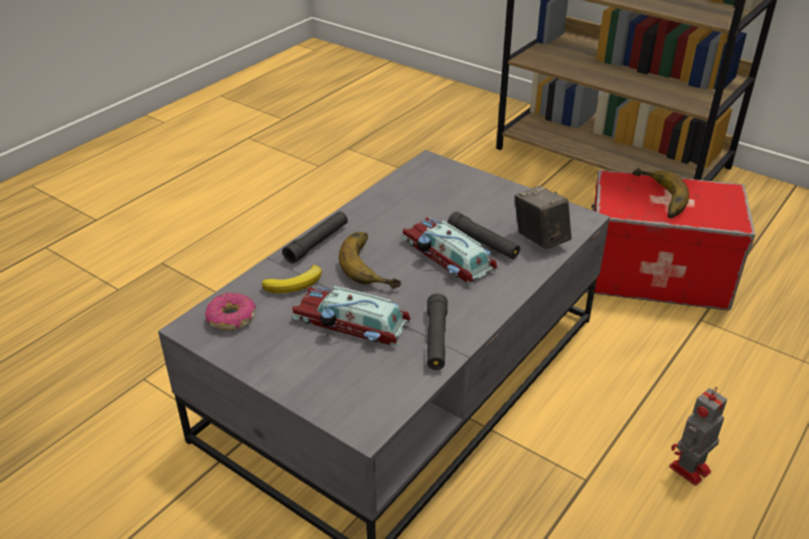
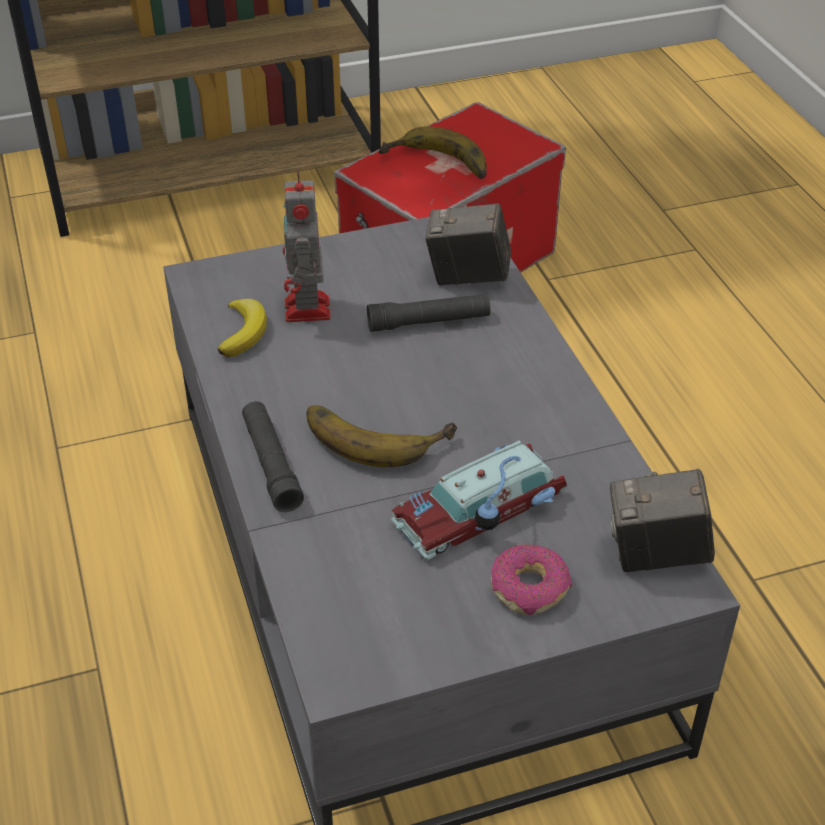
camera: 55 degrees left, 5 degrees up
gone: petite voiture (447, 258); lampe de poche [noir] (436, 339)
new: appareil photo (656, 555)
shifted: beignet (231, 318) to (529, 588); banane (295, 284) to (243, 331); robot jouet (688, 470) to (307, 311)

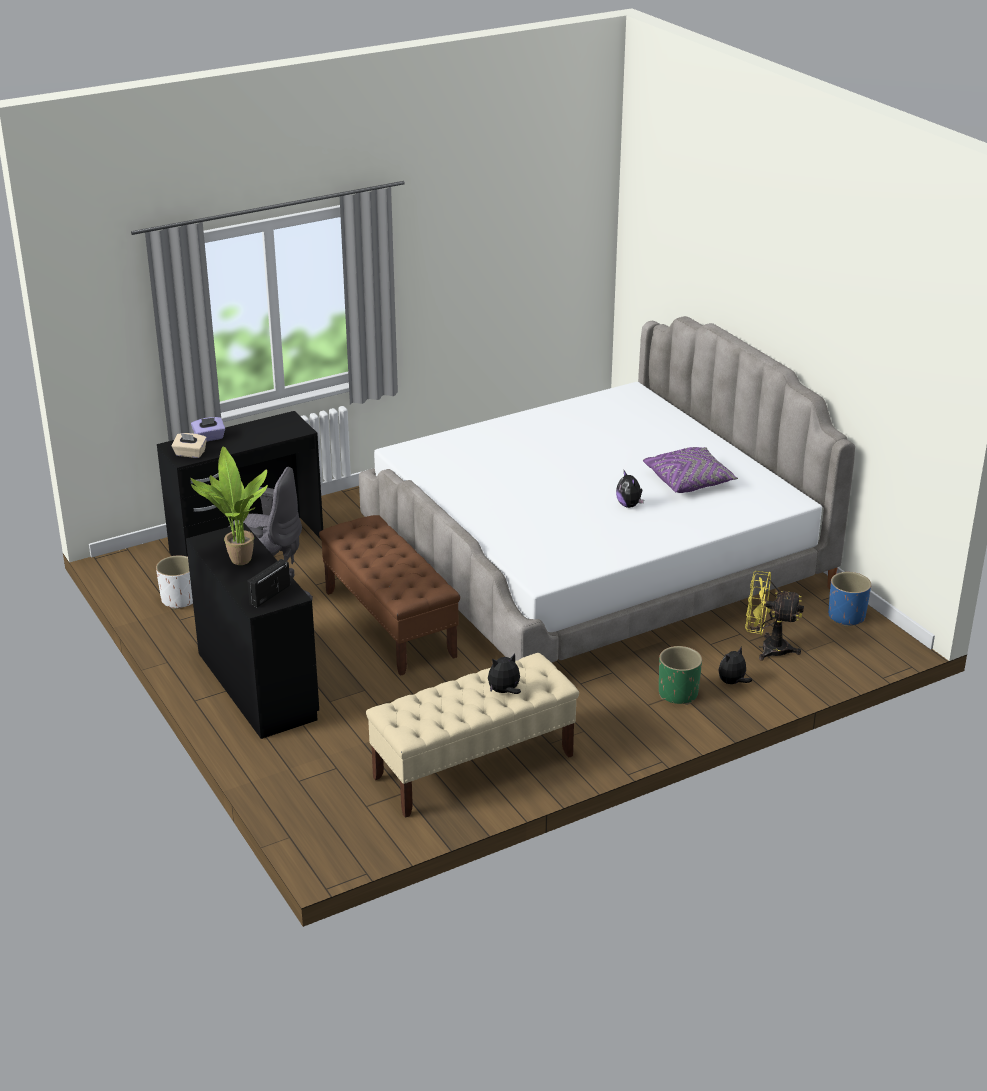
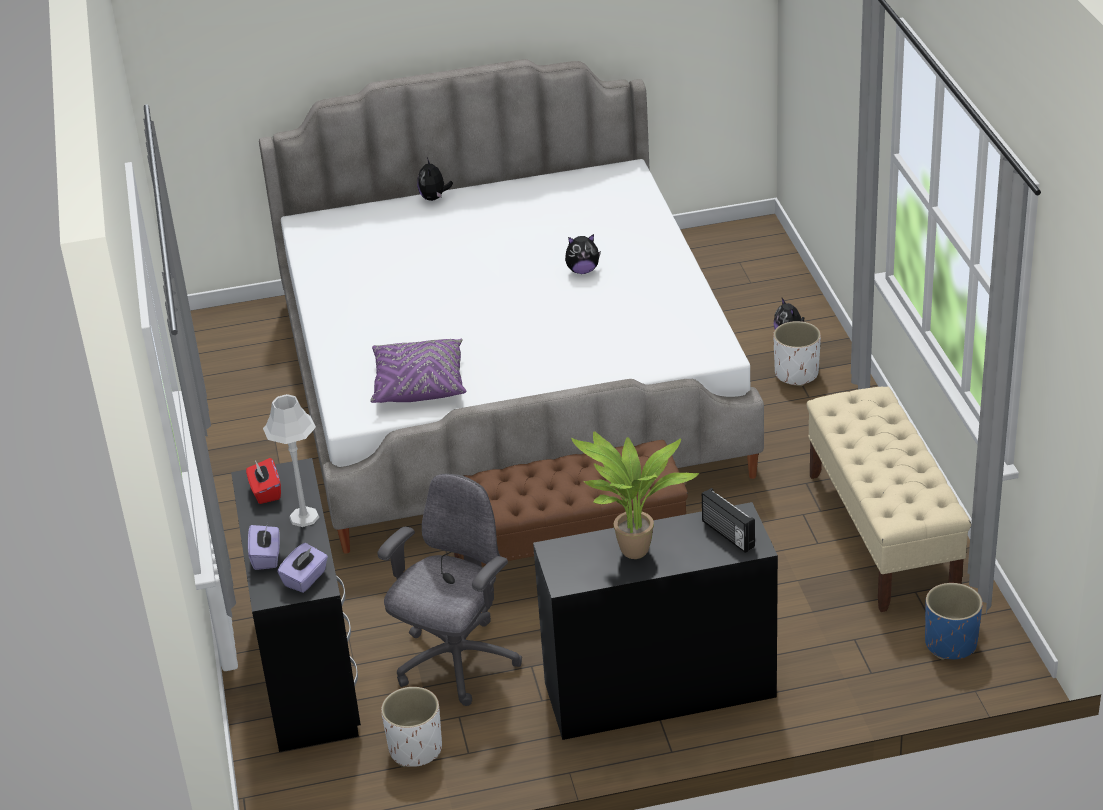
camera: 70 degrees left, 5 degrees up
gone: ventilateur [jaune] (767, 648)
new: boîte à mouchoirs [rouge] (265, 492); lampe de table [gris] (304, 517)
shifted: peluche (504, 692) to (434, 198); coussin [violet] (689, 481) to (419, 384); cache-pot [bleu] (846, 616) to (951, 644)
repainted: boîte à mouchoirs [beige] (190, 454) to boîte à mouchoirs [violet] (305, 579); cache-pot [vert] (678, 694) to cache-pot [blanc] (796, 374)

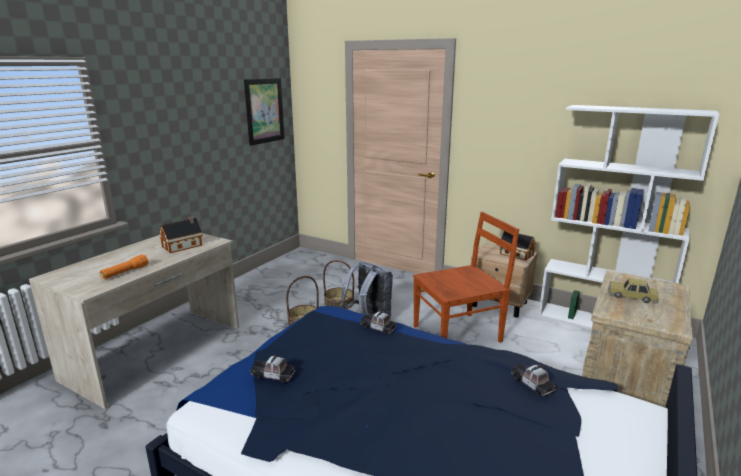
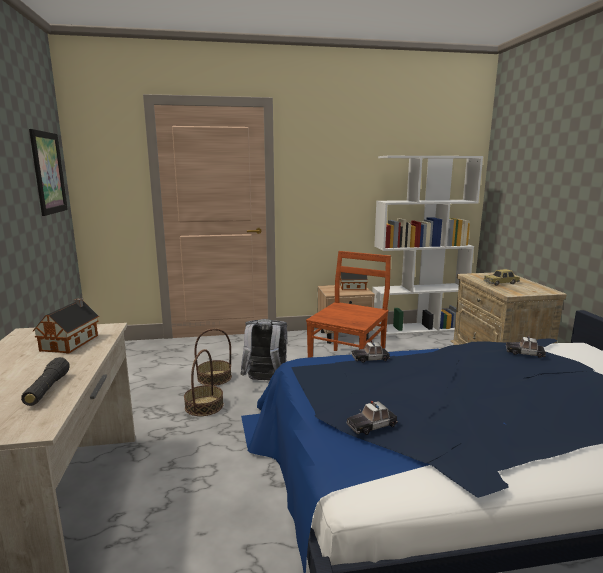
camera: 40 degrees left, 5 degrees down
repainted: lampe de poche [orange] (125, 272) to lampe de poche [noir] (47, 389)

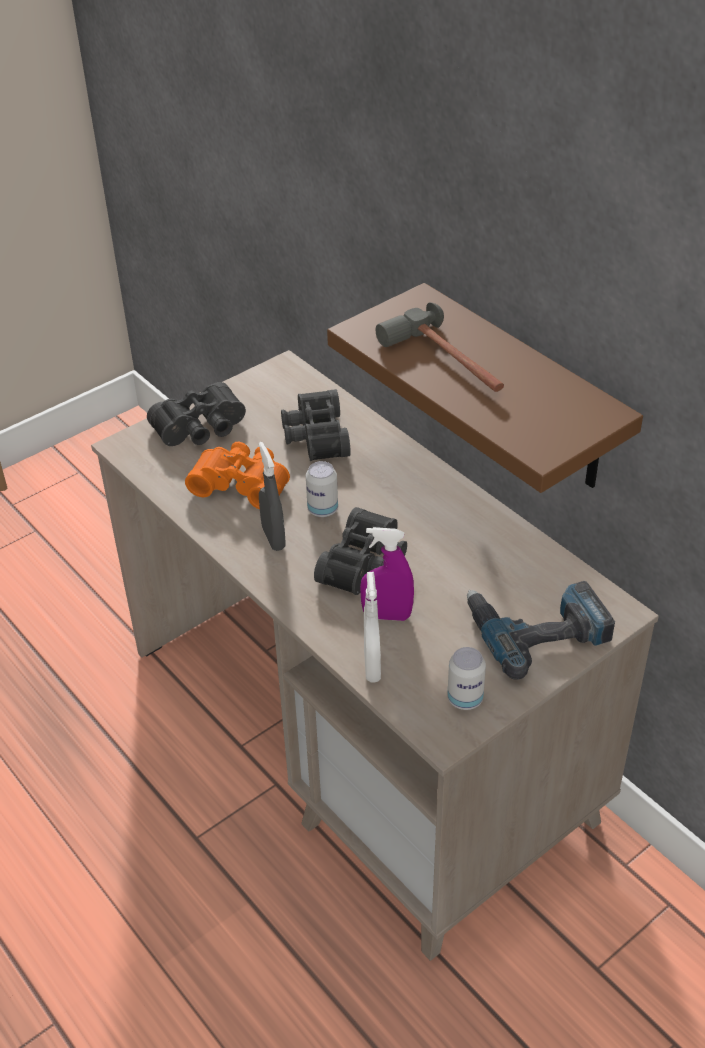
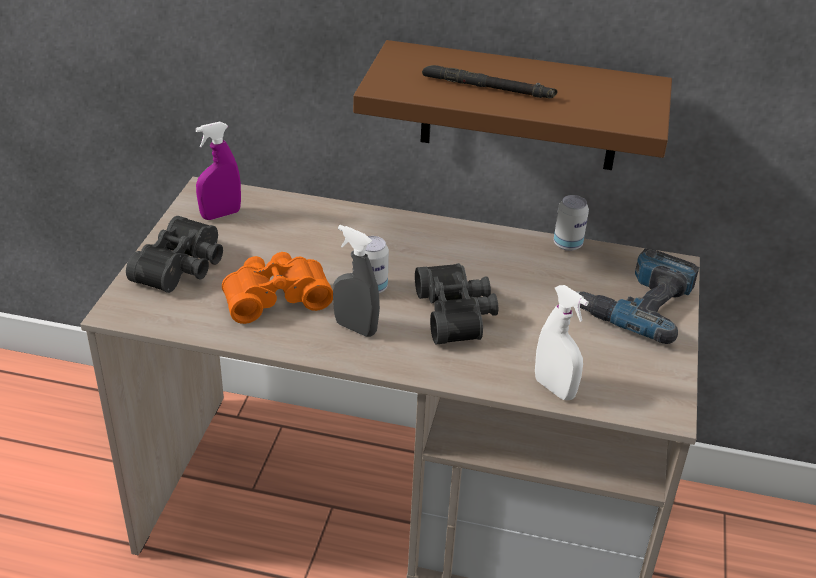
camera: 40 degrees left, 5 degrees down
gone: jumelles [noir] (314, 436)
shifted: vaporisateur [violet] (387, 616) to (221, 214); boîte métallique (465, 699) to (567, 244)
swapped: marteau (447, 363) to lampe de poche [noir] (488, 88)

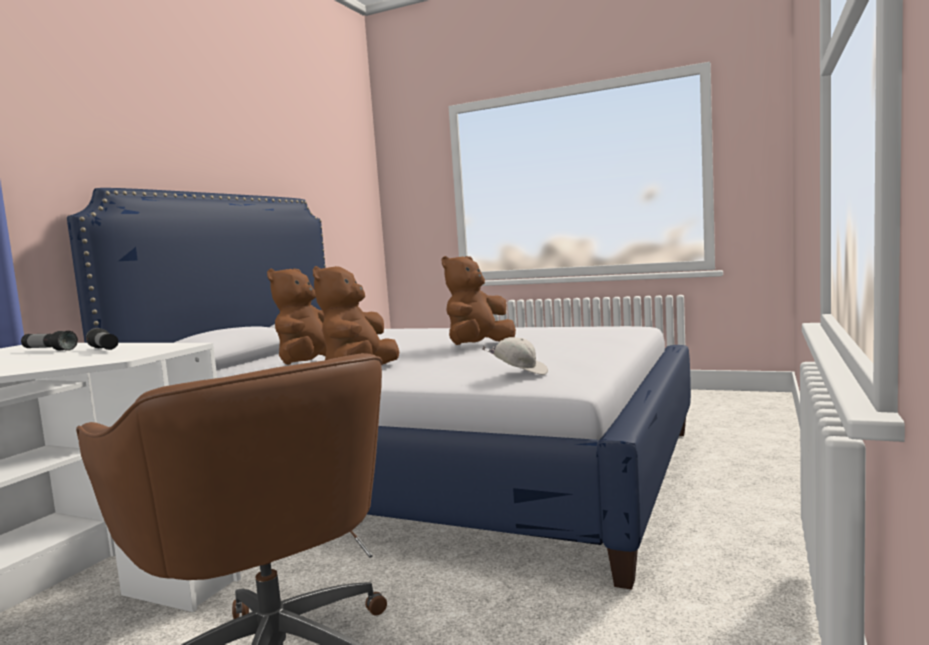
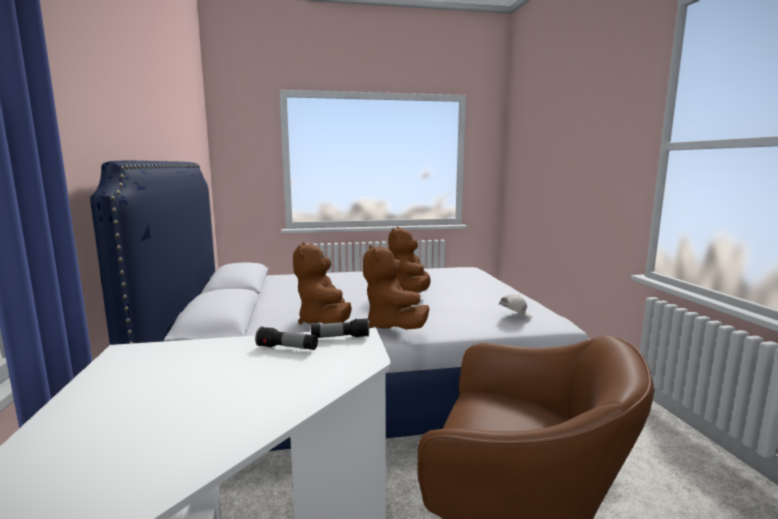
camera: 35 degrees left, 5 degrees up
shifted: lampe de poche (49, 350) to (340, 338)

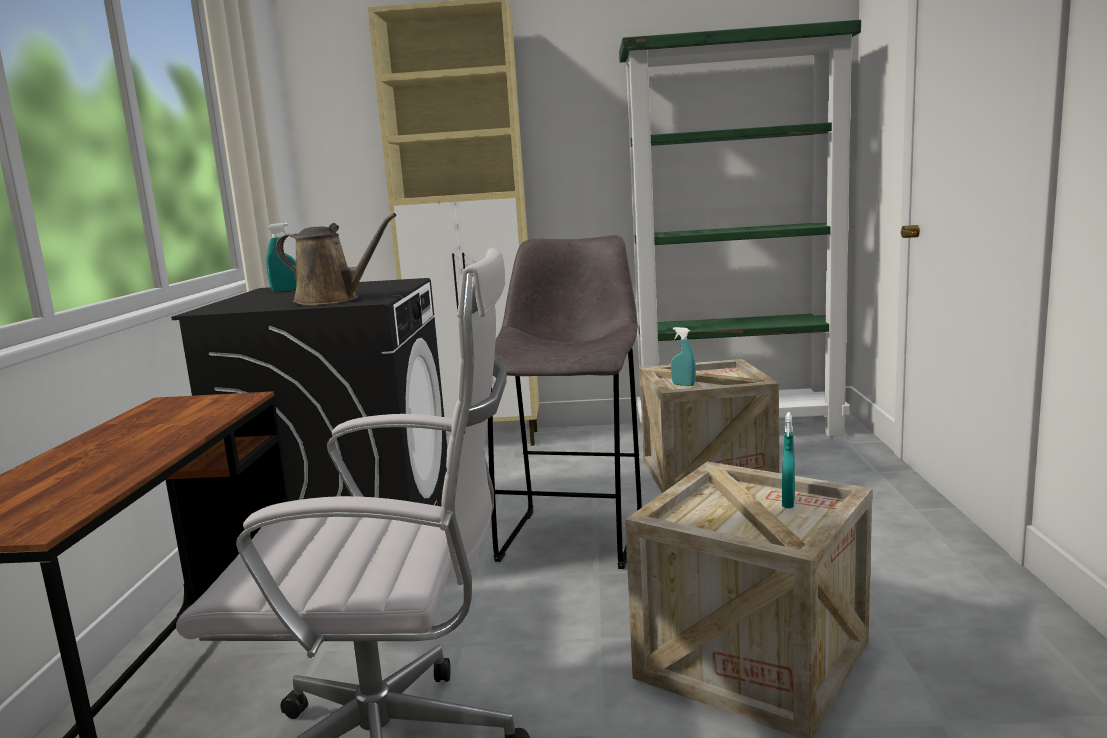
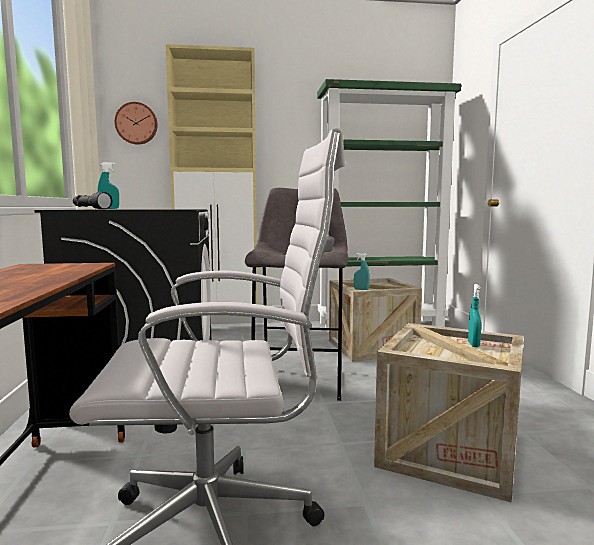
camera: 10 degrees left, 5 degrees down
gone: arrosoir [marron] (332, 300)
new: lampe de poche [noir] (90, 209); horloge murale (136, 123)

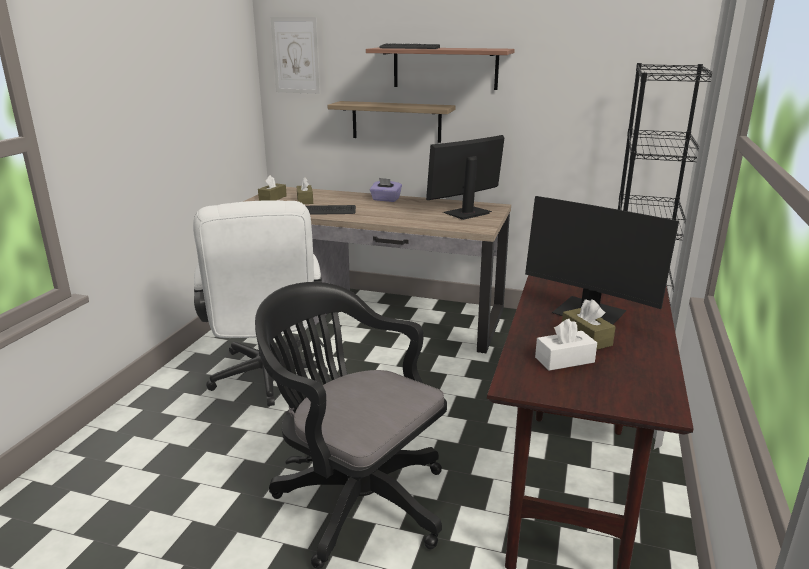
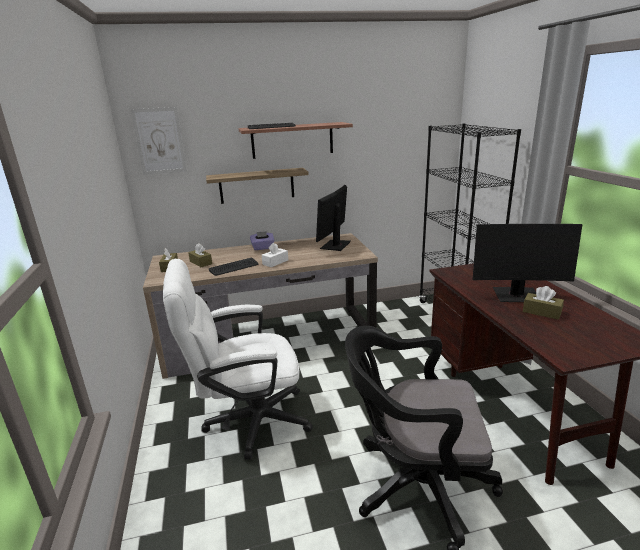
camera: 30 degrees left, 0 degrees up
shifted: boîte à mouchoirs [blanc] (564, 360) to (275, 262)
rotated: chaise de bureau [blanc] (268, 379) = (247, 421) 120 degrees clockwise

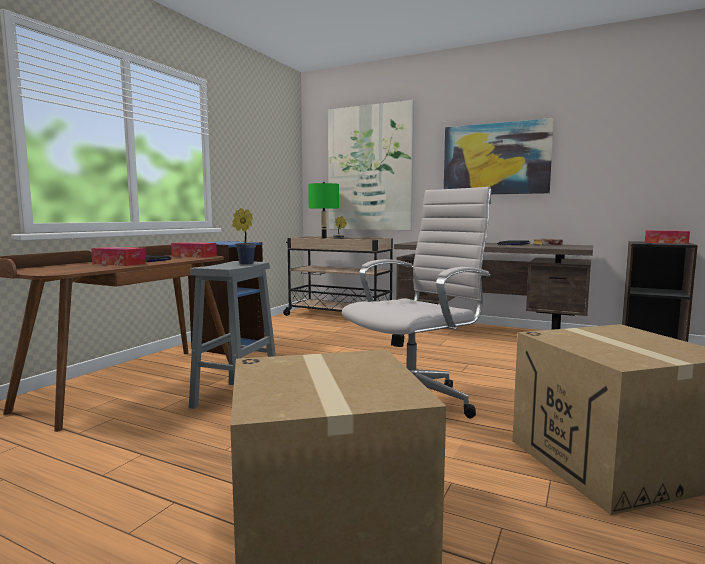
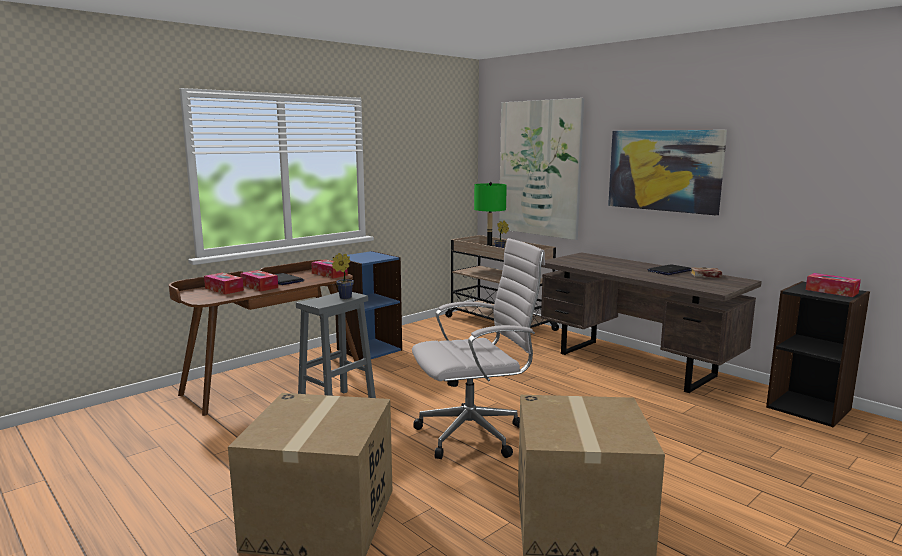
camera: 20 degrees right, 5 degrees up
new: boîte à mouchoirs (224, 289)

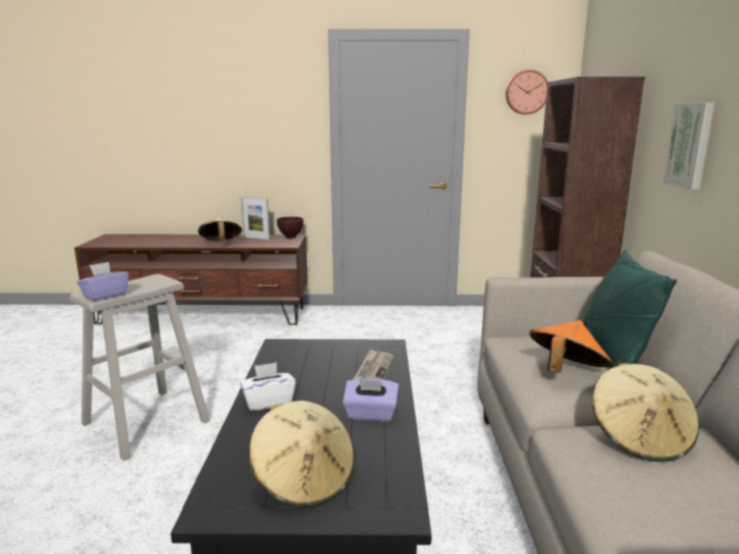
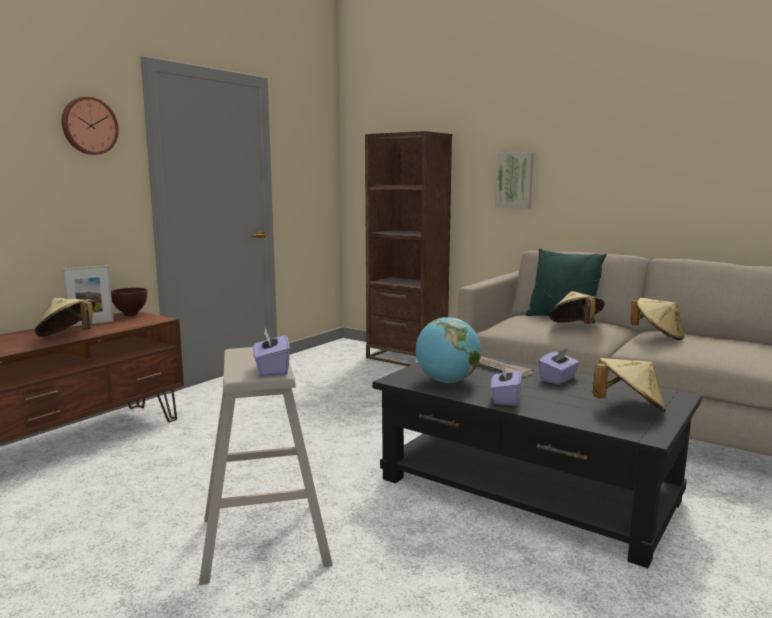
camera: 55 degrees left, 5 degrees down
new: globe (447, 382)
shifted: horloge murale (526, 92) to (89, 126)
repainted: boîte à mouchoirs [blanc] (268, 402) to boîte à mouchoirs [violet] (505, 399); chapeau [orange] (565, 372) to chapeau [beige] (575, 327)

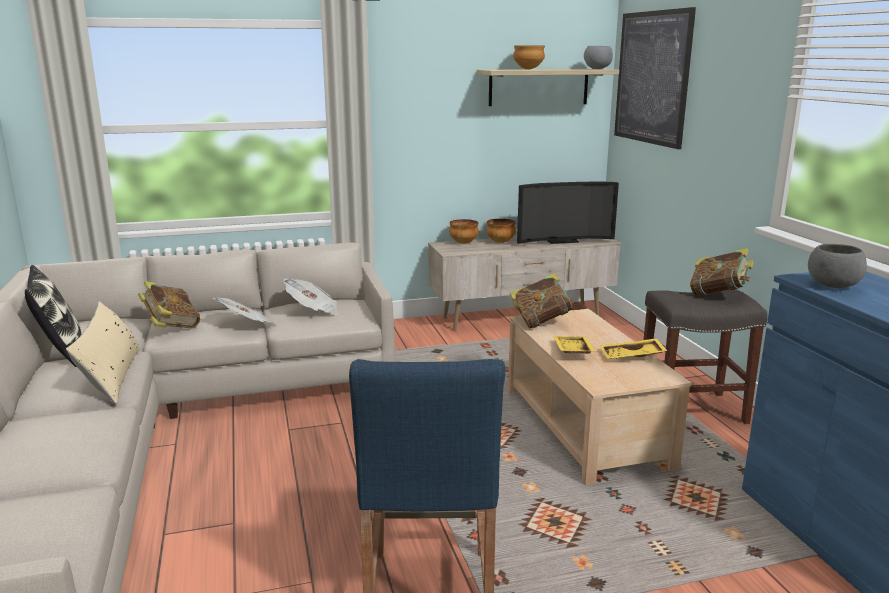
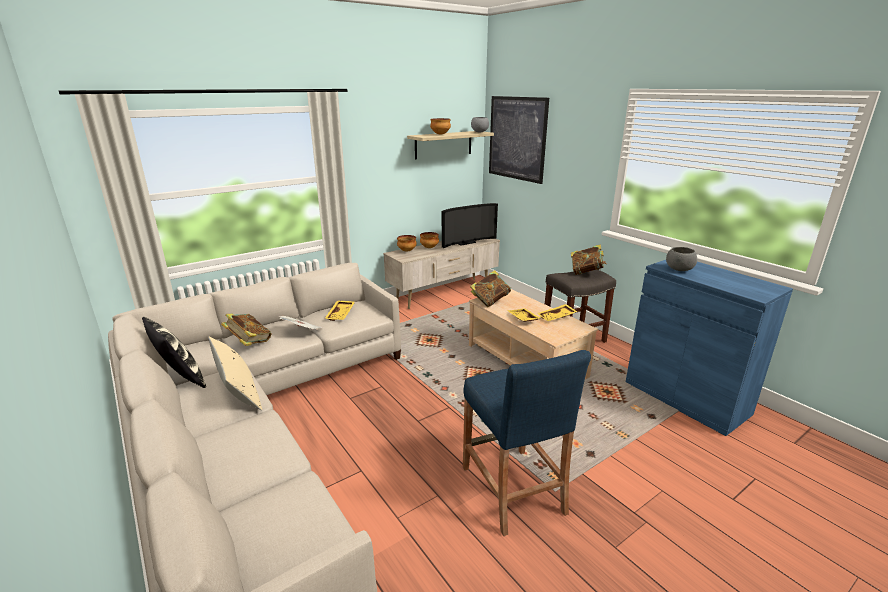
camera: 20 degrees left, 5 degrees up
swapped: journal (313, 311) to plateau [jaune] (341, 314)

